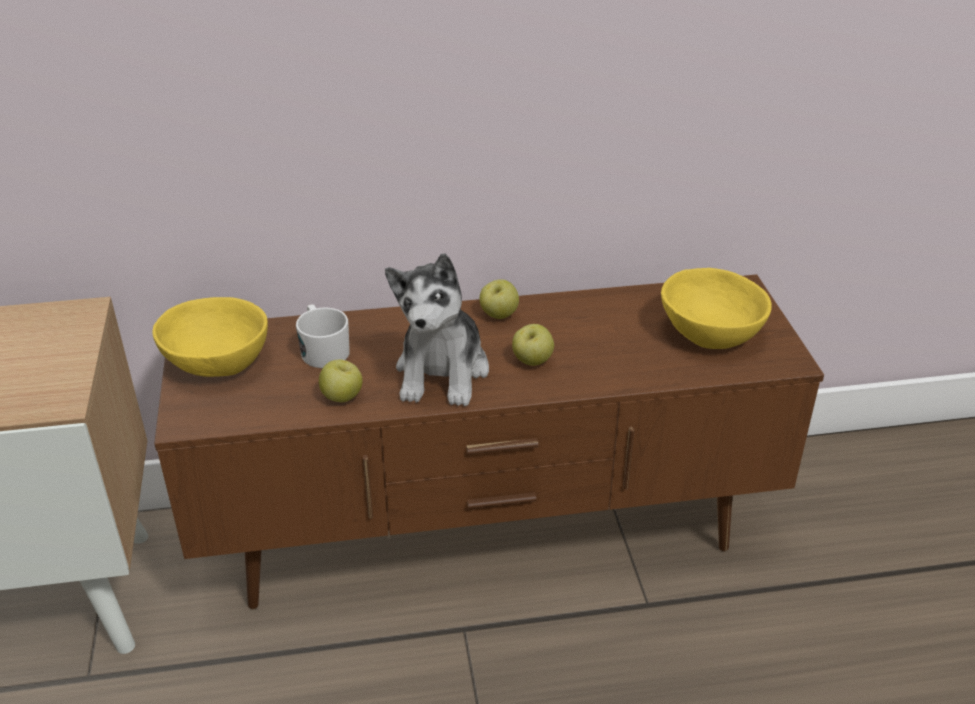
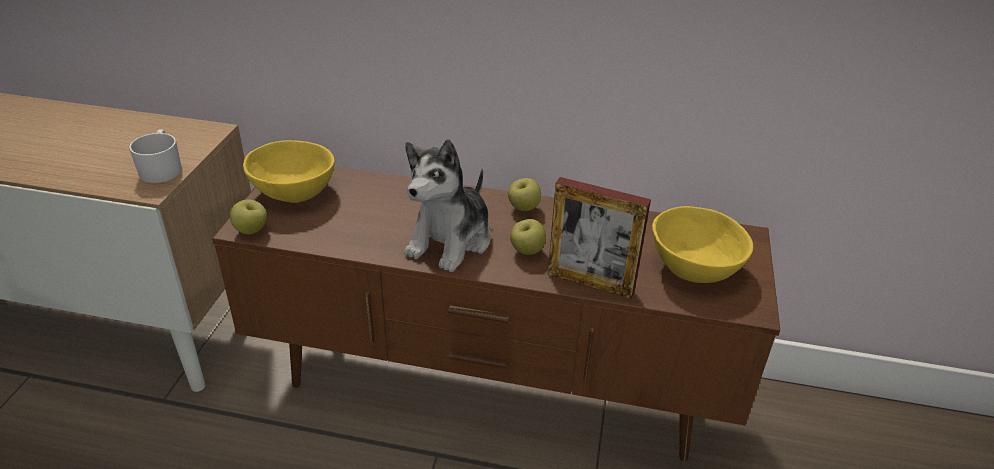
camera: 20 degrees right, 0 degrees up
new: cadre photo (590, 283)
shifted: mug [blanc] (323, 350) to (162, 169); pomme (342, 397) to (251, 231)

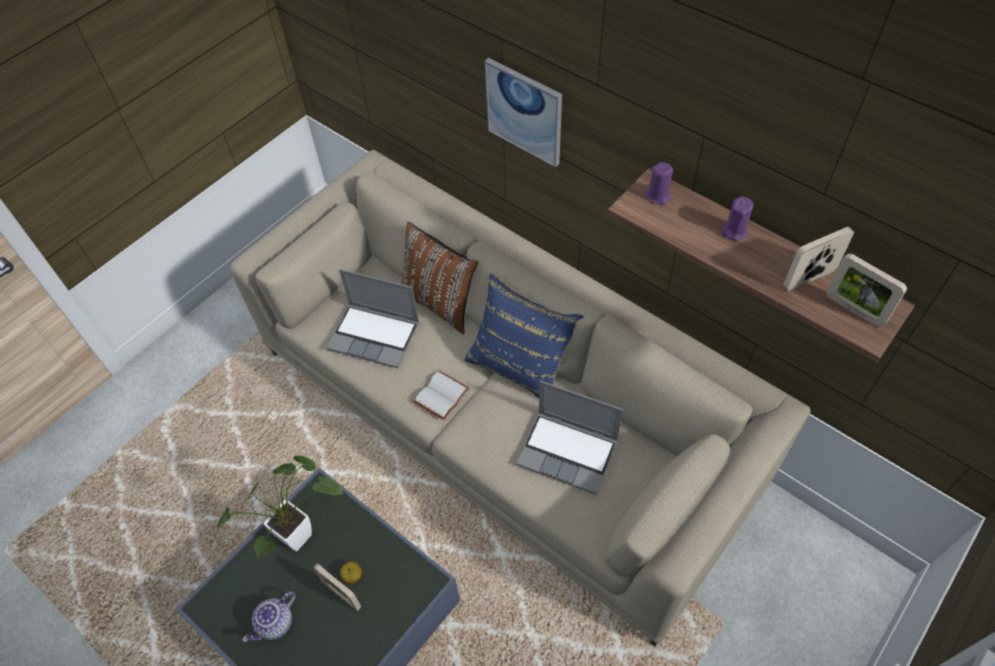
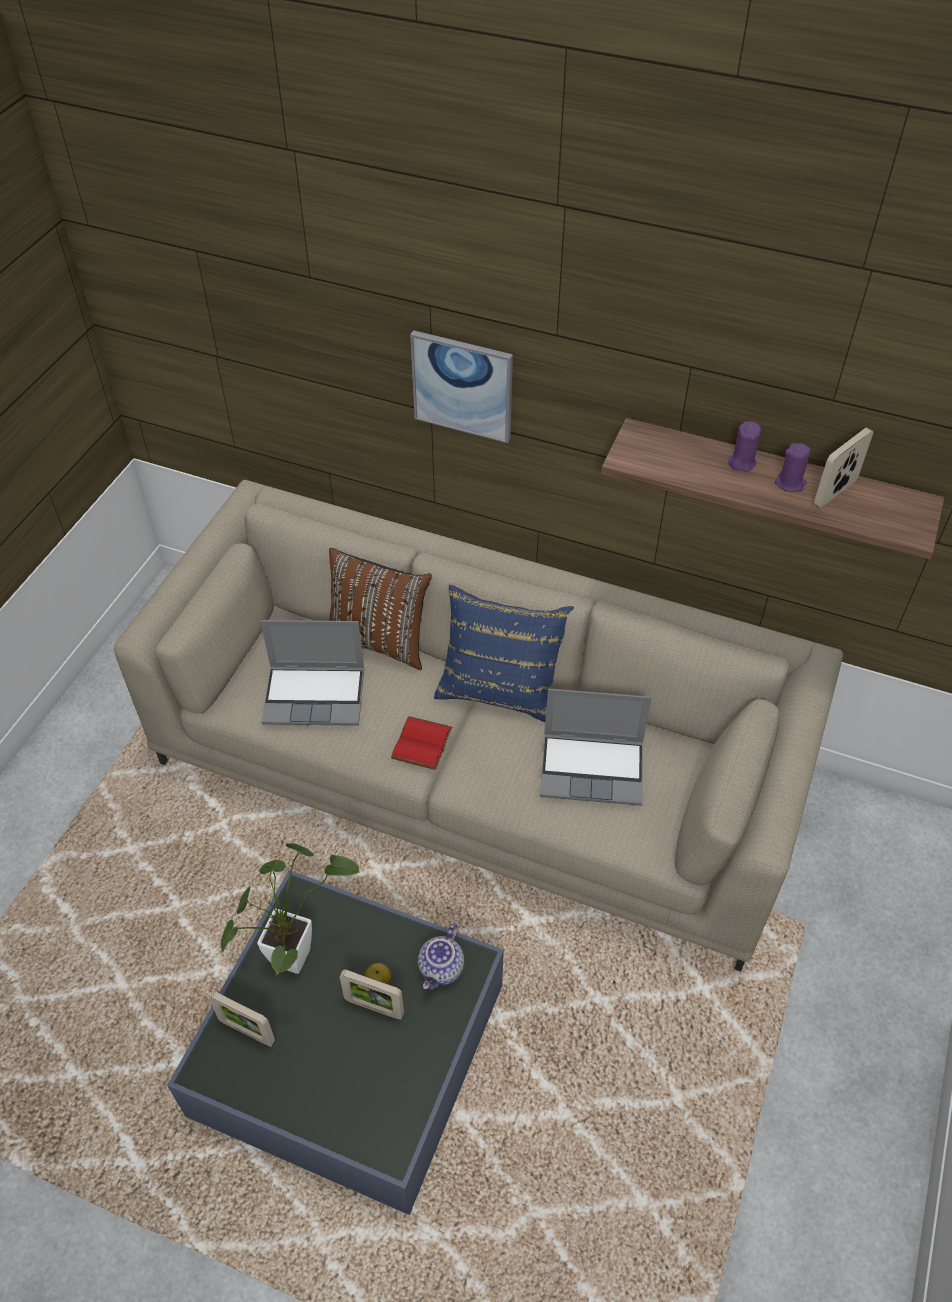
camera: 20 degrees left, 5 degrees down
shifted: théière (276, 624) to (442, 969); bougie [violet] (658, 196) to (790, 483); cadre photo (854, 310) to (247, 1031)
repainted: livre [blanc] (442, 397) to livre [rouge] (423, 745)

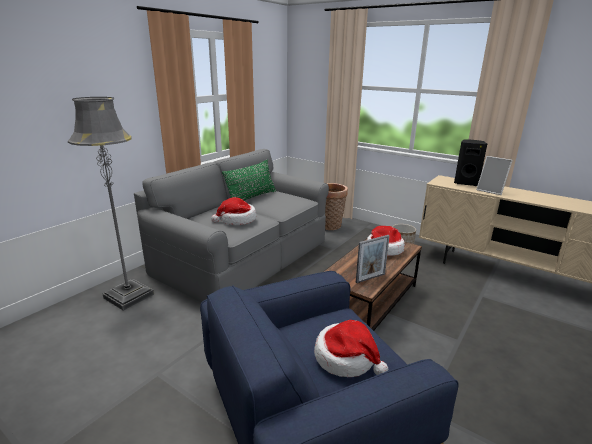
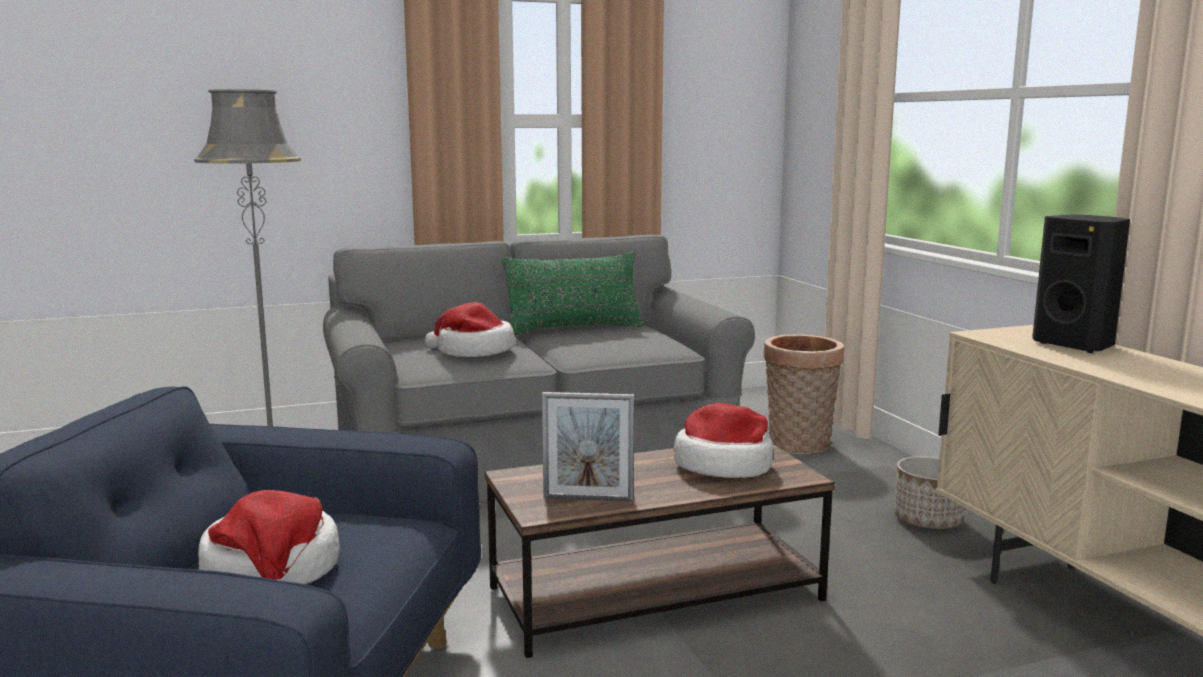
camera: 35 degrees right, 10 degrees down
gone: cadre photo (491, 191)

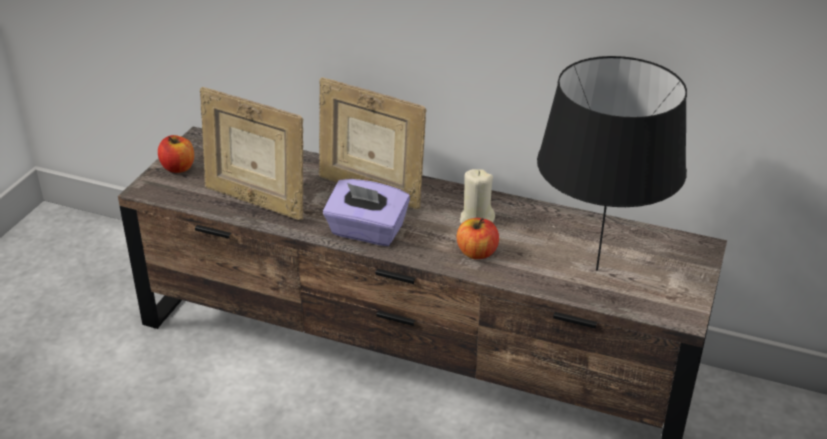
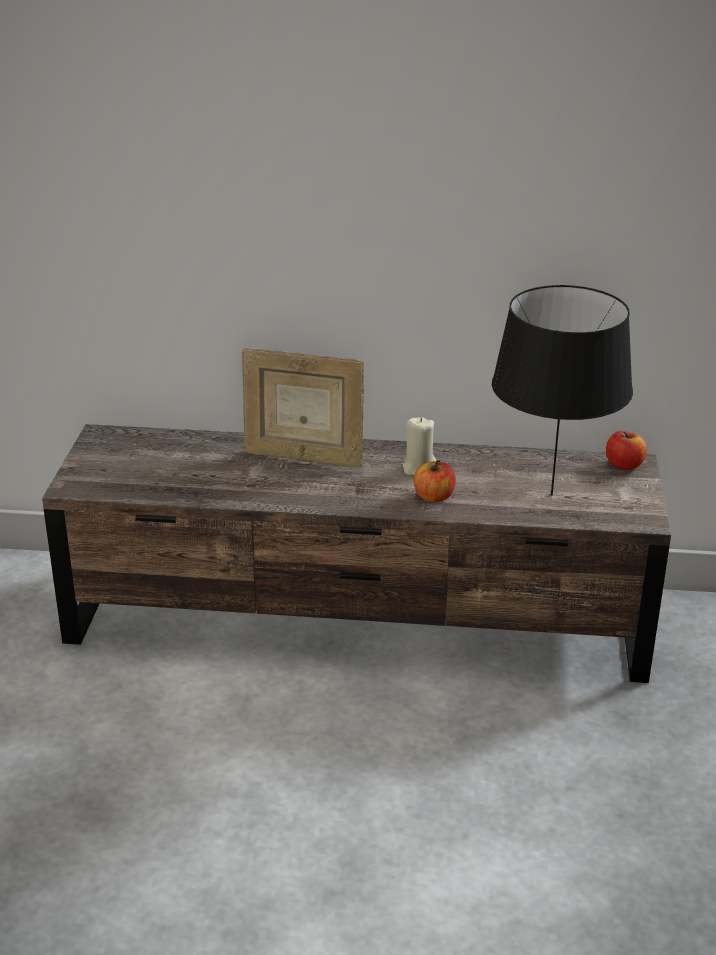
camera: 15 degrees left, 5 degrees down
gone: cadre photo (256, 201); boîte à mouchoirs [violet] (366, 232)
shifted: pomme (178, 167) to (624, 465)

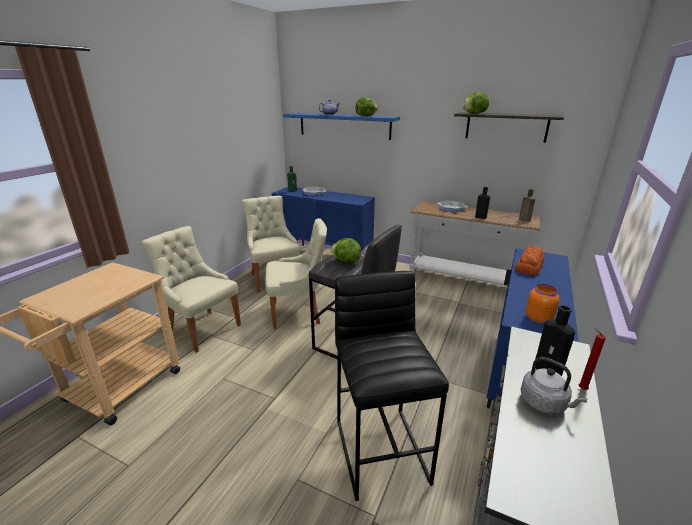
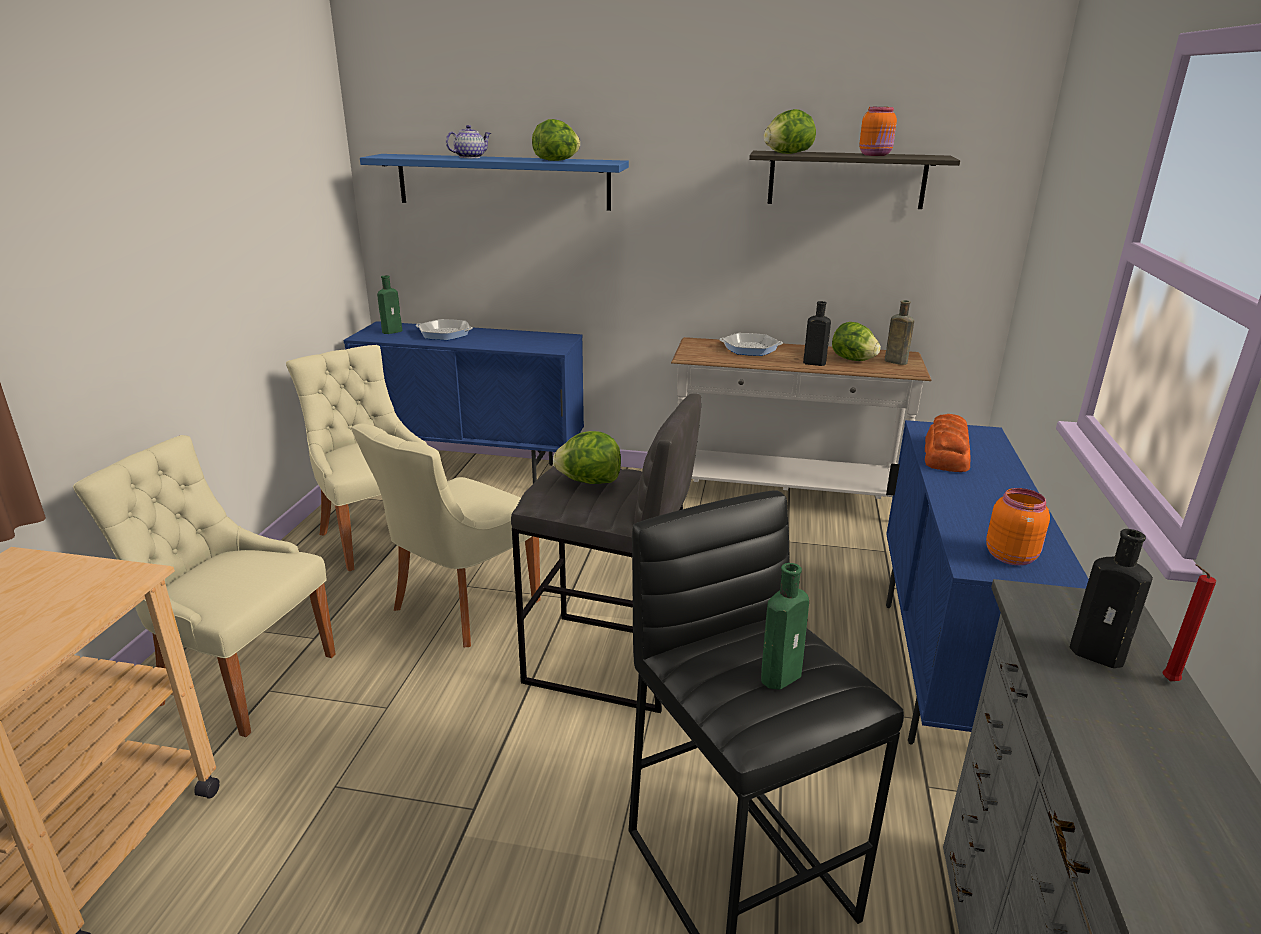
camera: 15 degrees left, 0 degrees up
gone: bouilloire [gris] (545, 403)
new: bouteille [vert] (782, 675); laitue (853, 360); bocal [orange] (876, 155)
rotated: chaise [beige] (298, 312) = (461, 606) 150 degrees clockwise

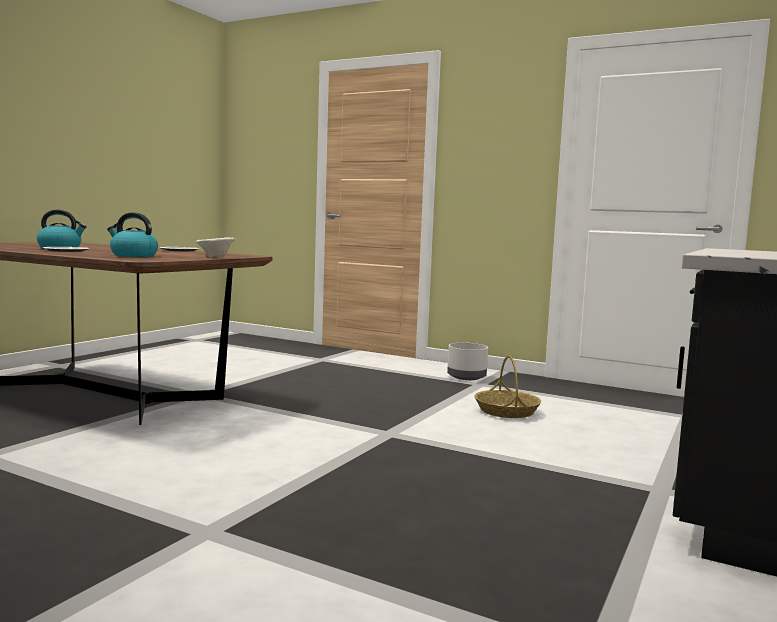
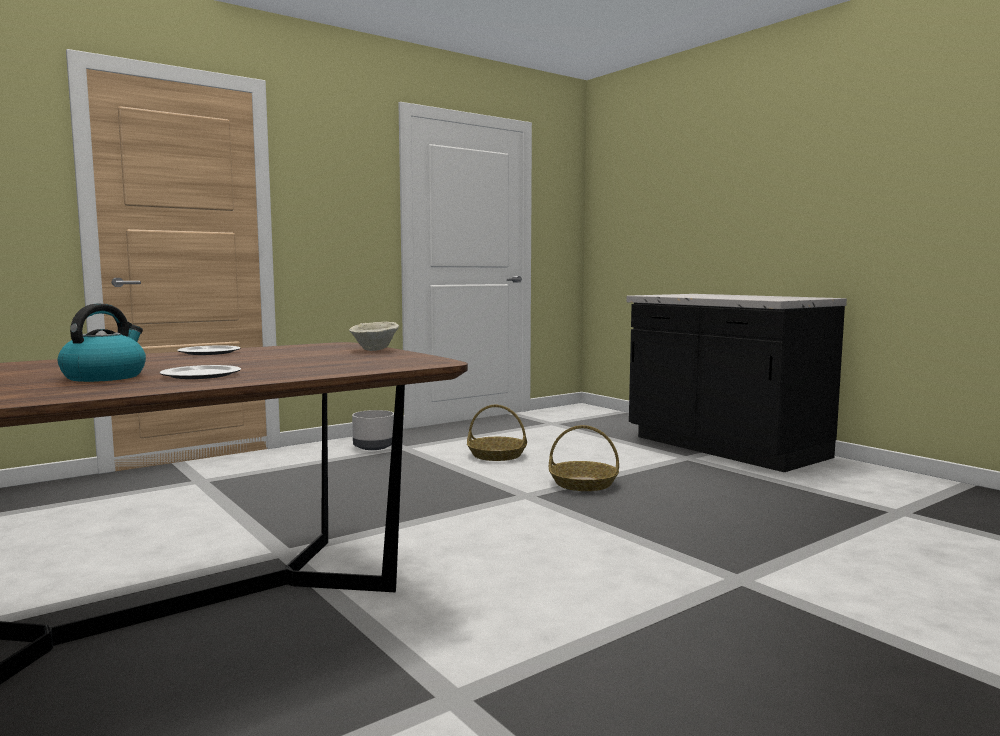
camera: 65 degrees left, 0 degrees up
gone: bouilloire (133, 255)
new: panier (583, 484)

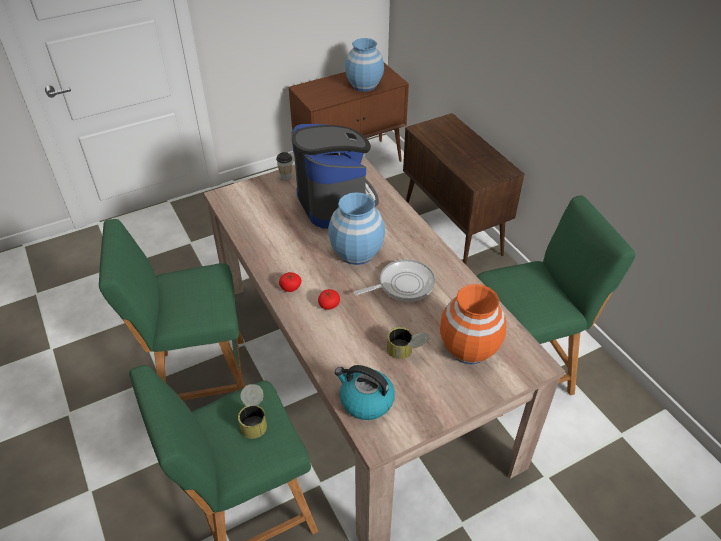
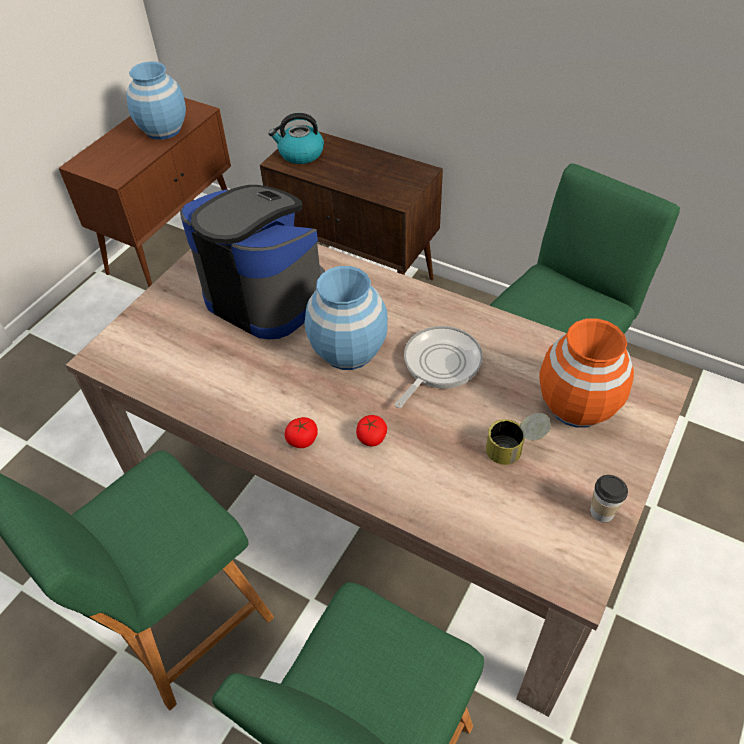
camera: 30 degrees left, 5 degrees up
gone: boîte métallique (254, 420)
shifted: tasse (286, 176) to (602, 512); bouilloire (365, 401) to (300, 154)

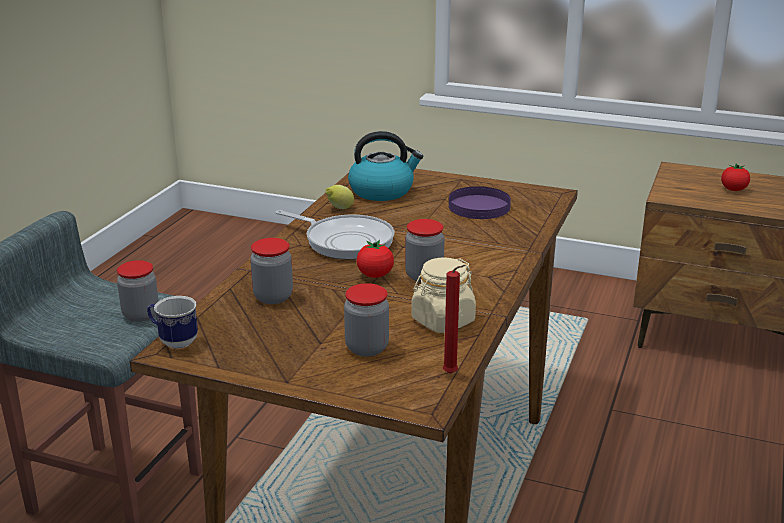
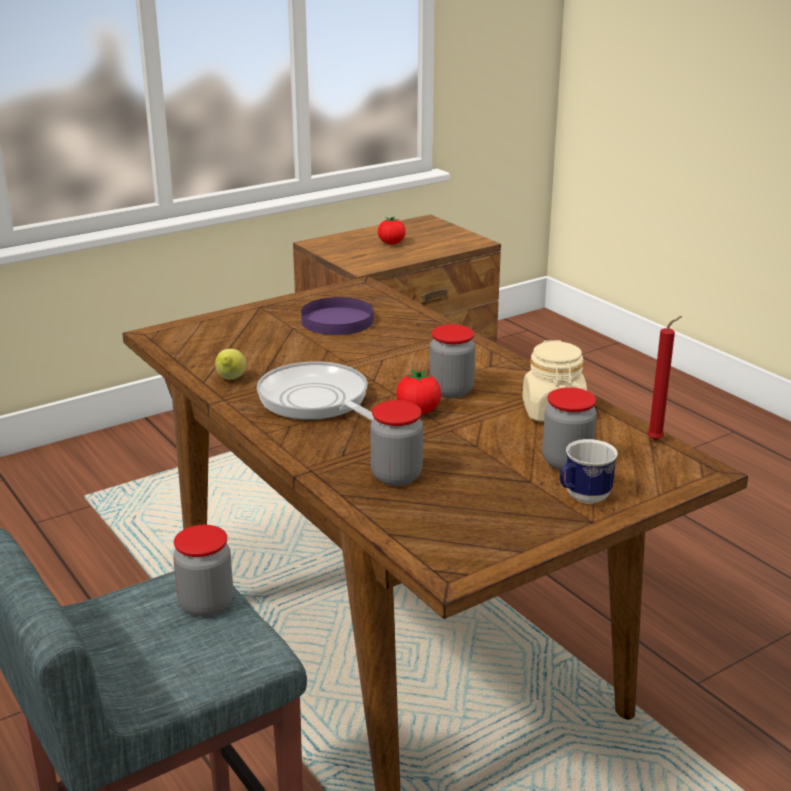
camera: 55 degrees left, 0 degrees up
gone: bouilloire (382, 191)
shifted: mug (173, 341) to (582, 498)
rotated: poêle (345, 241) = (317, 401) 105 degrees counterclockwise

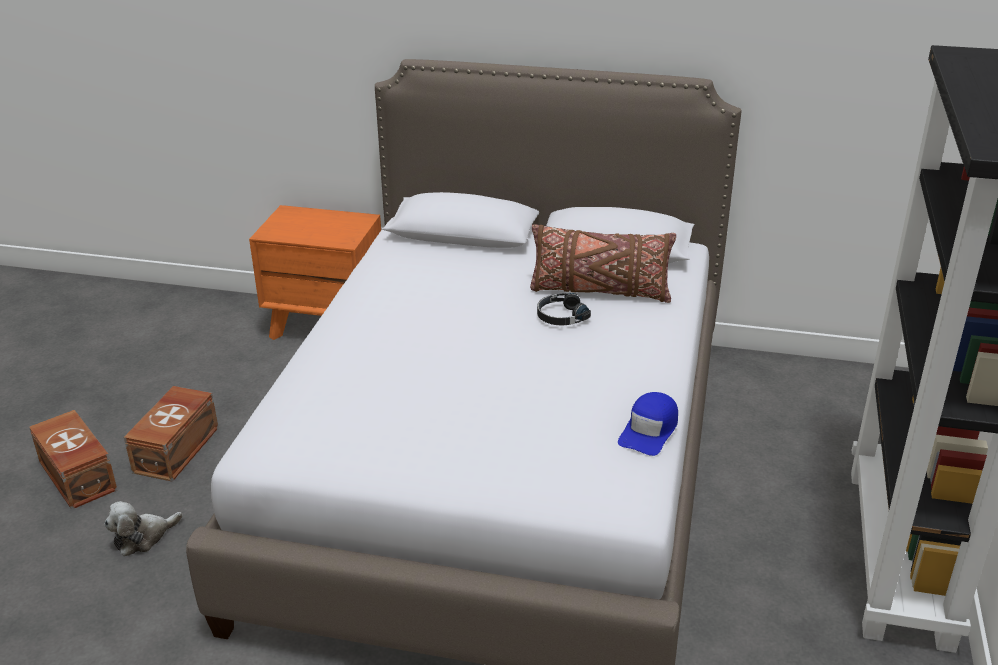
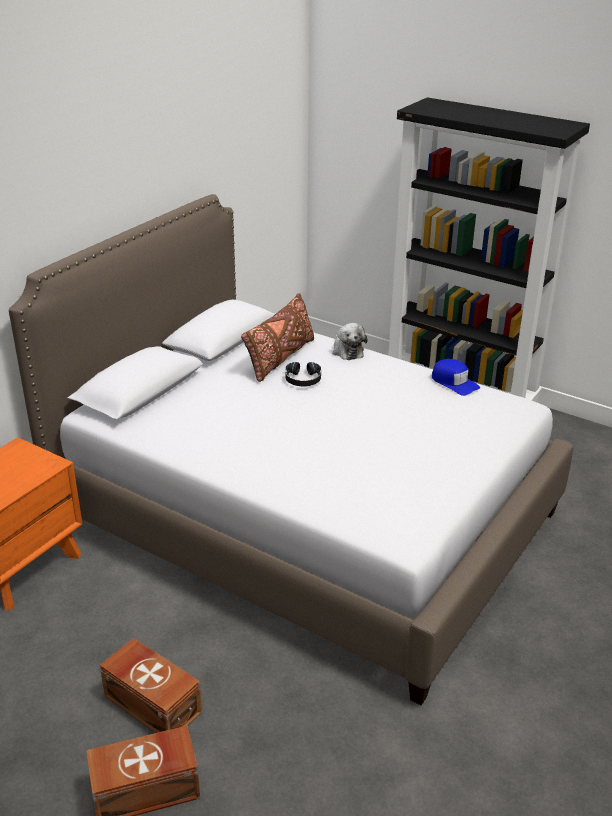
camera: 70 degrees left, 0 degrees up
shifted: peluche (143, 537) to (347, 350)

